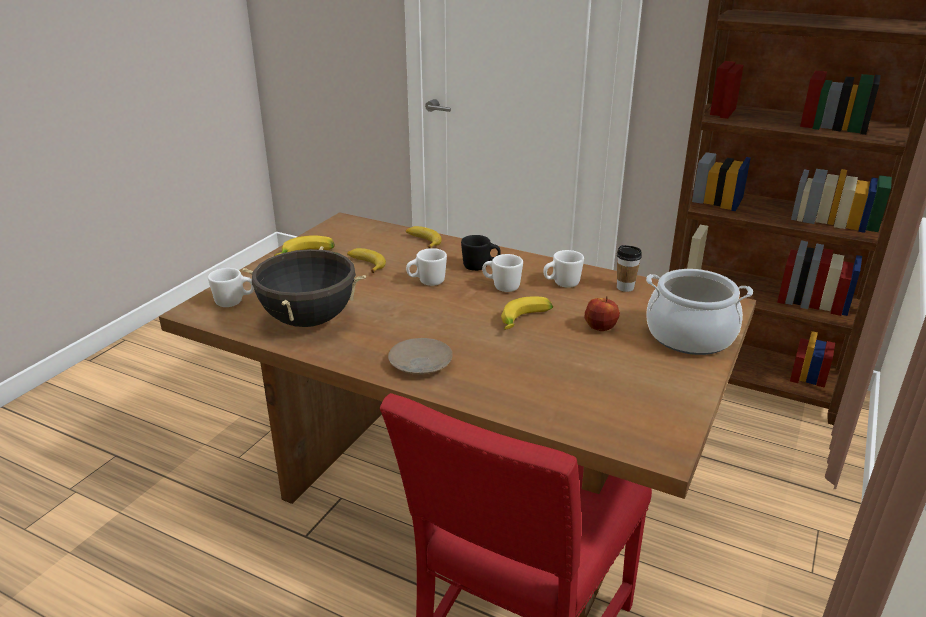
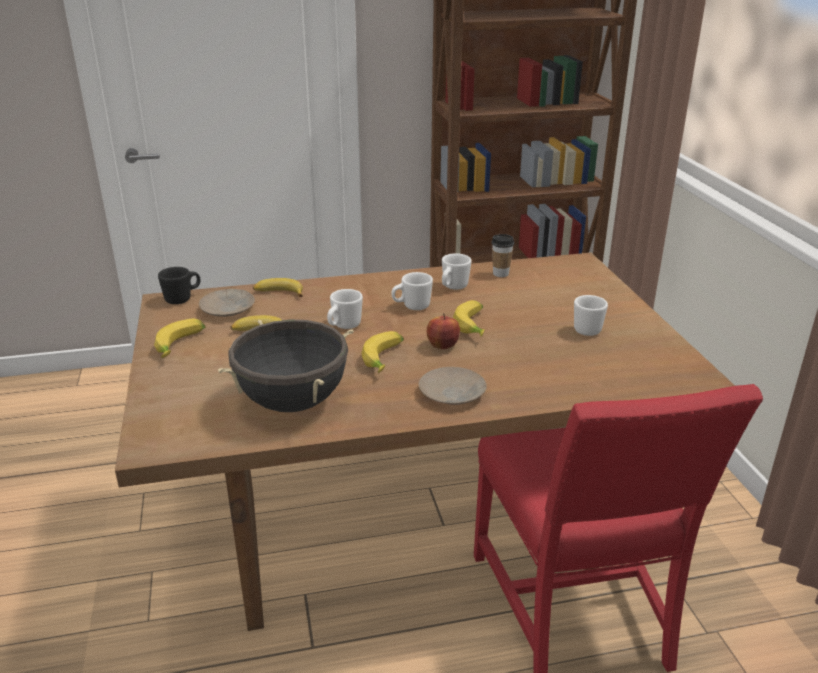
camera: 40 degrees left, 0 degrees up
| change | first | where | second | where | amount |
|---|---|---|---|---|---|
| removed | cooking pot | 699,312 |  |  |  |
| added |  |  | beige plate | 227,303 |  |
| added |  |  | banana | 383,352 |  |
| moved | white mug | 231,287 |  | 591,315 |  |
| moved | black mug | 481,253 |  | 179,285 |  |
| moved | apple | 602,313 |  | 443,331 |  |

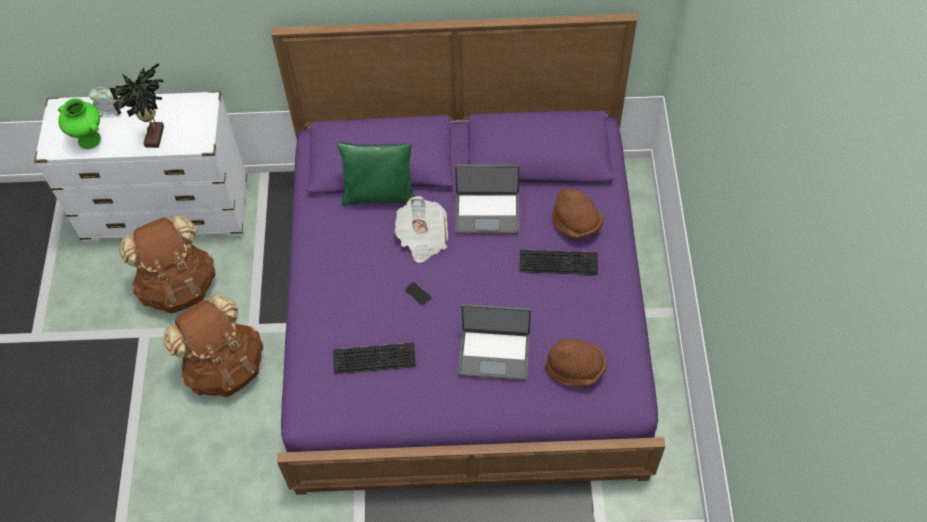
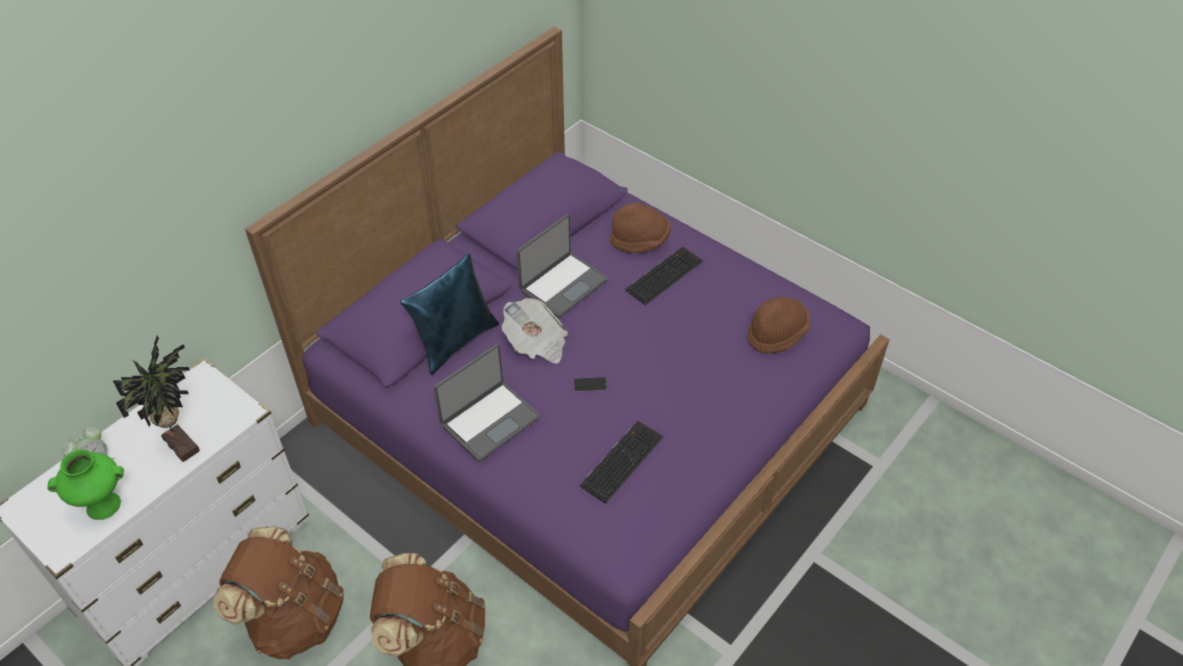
camera: 50 degrees left, 10 degrees down
| change | first | where | second | where | amount |
|---|---|---|---|---|---|
| moved | laptop | 494,342 |  | 487,403 |  |
| recoloured | green pillow | 375,174 | blue pillow | 449,314 |  |

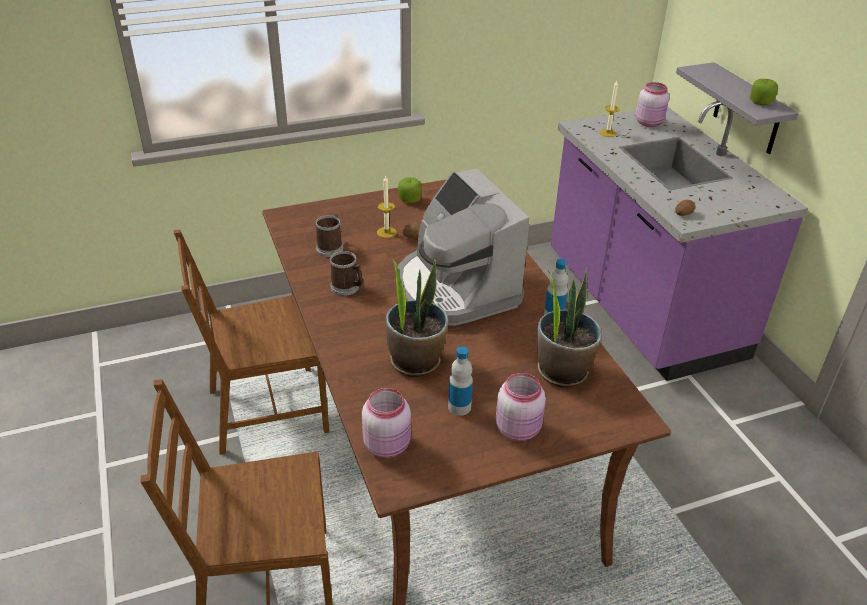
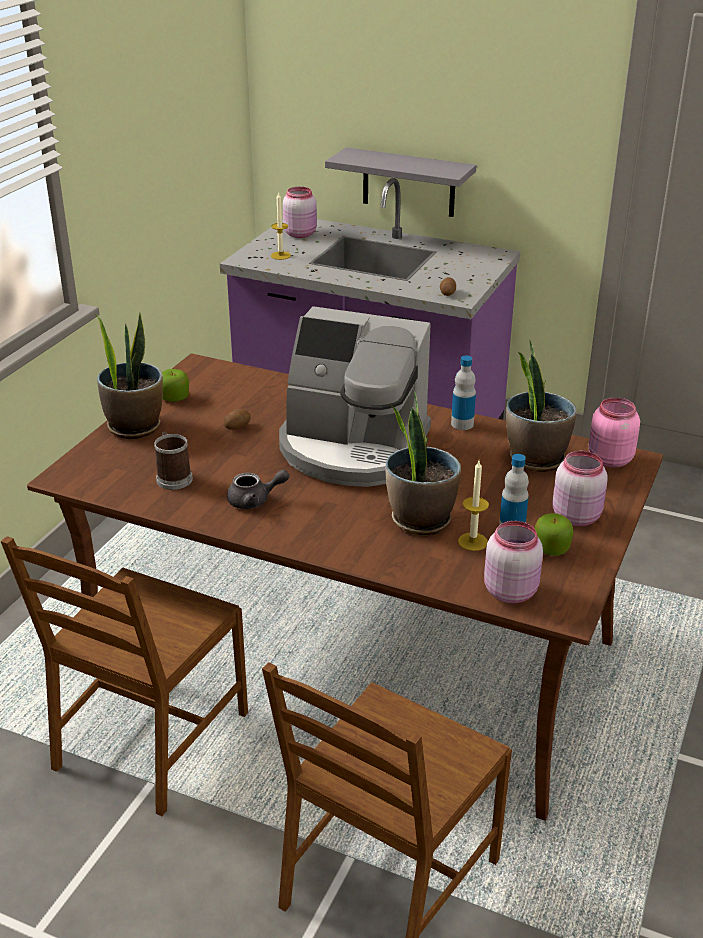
camera: 45 degrees left, 5 degrees down
| change | first | where | second | where | amount |
|---|---|---|---|---|---|
| added |  |  | potted plant | 129,375 |  |
| added |  |  | pink jar | 614,432 |  |
| moved | candle | 387,206 |  | 473,506 |  |
| moved | apple | 764,92 |  | 554,534 |  |
| replaced | mug | 346,273 | grey teapot | 258,489 |  |

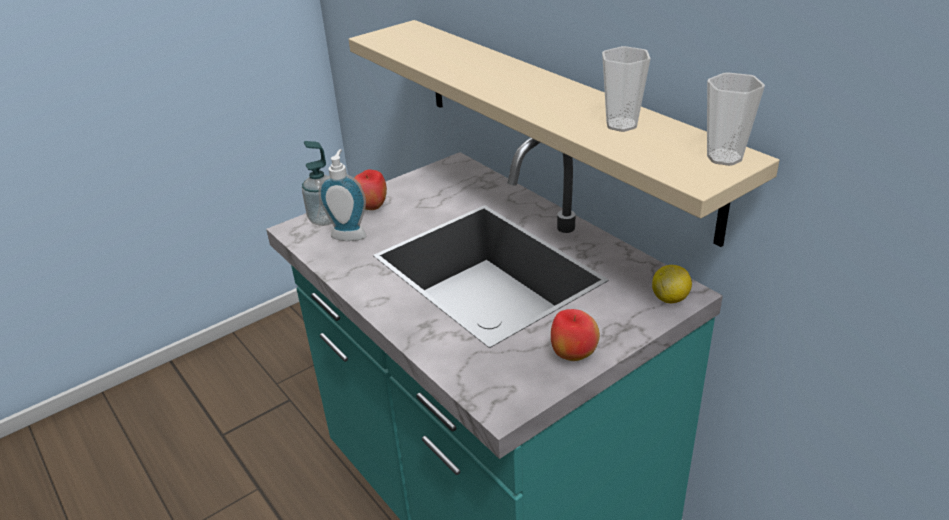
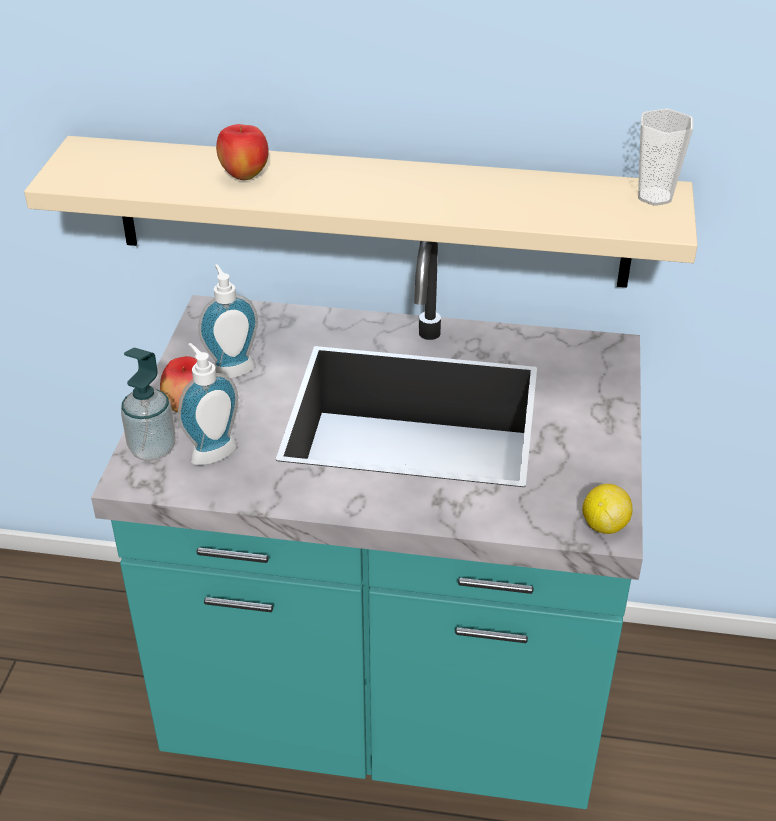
camera: 45 degrees left, 5 degrees up
| change | first | where | second | where | amount |
|---|---|---|---|---|---|
| removed | cup | 626,89 |  |  |  |
| added |  |  | soap dispenser | 228,321 |  |
| moved | apple | 575,335 |  | 242,152 |  |
| moved | lemon | 672,284 |  | 607,509 |  |

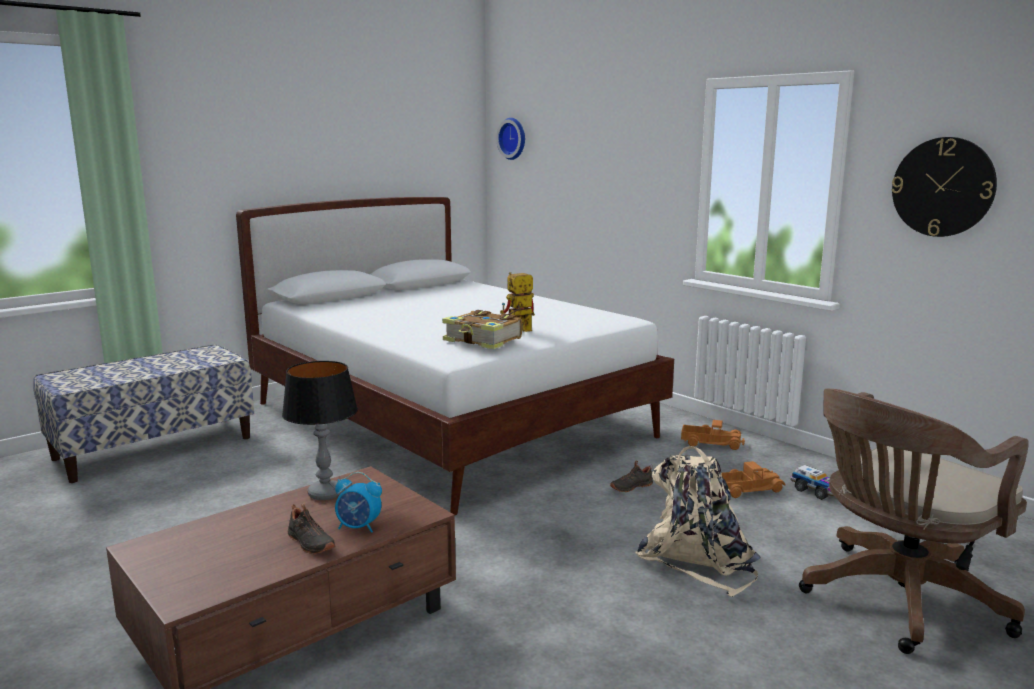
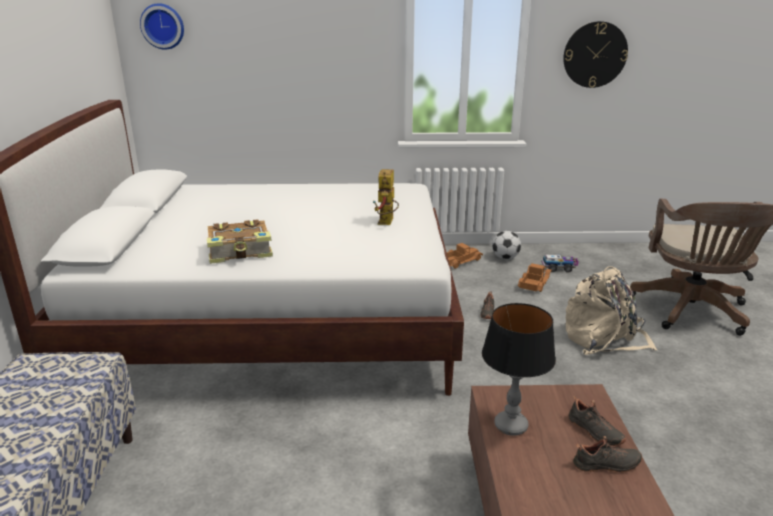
camera: 50 degrees left, 10 degrees up
| change | first | where | second | where | amount |
|---|---|---|---|---|---|
| added |  |  | football | 506,245 |  |
| moved | book | 482,329 |  | 240,241 |  |
| replaced | alarm clock | 358,502 | black shoe | 597,421 |  |

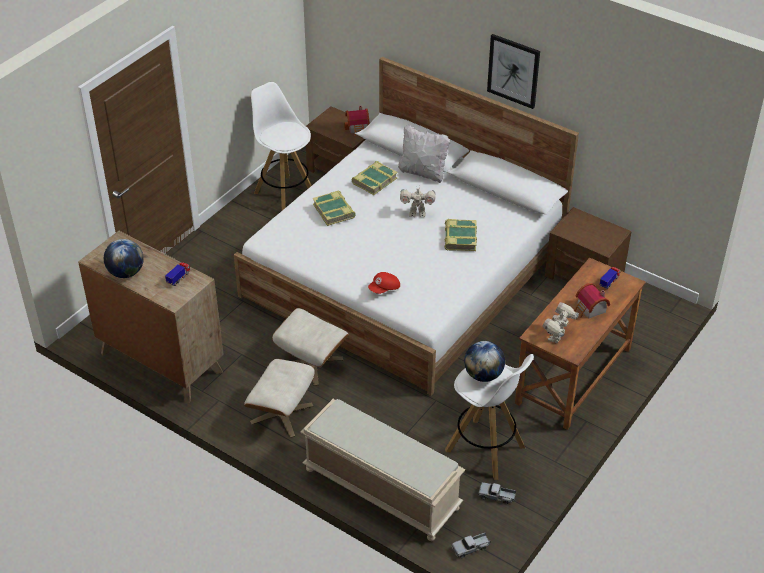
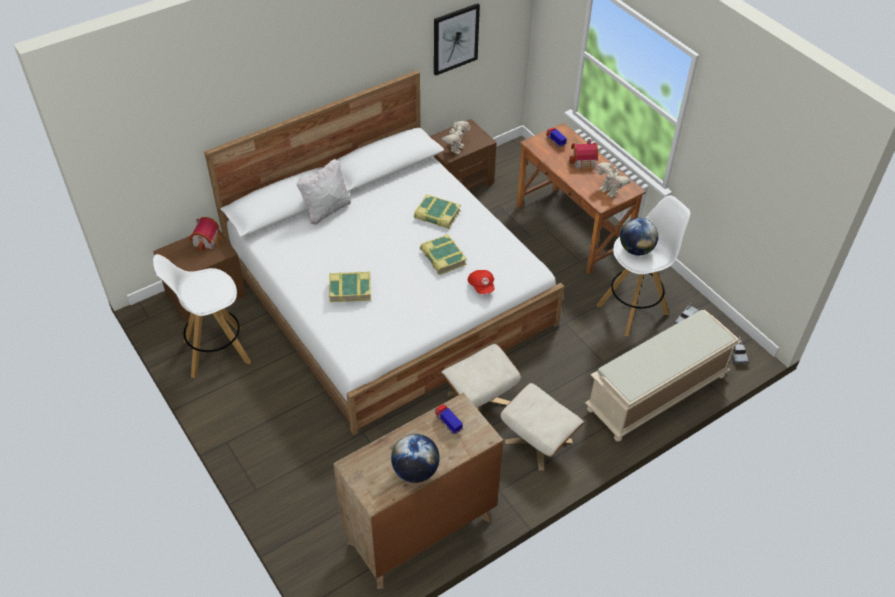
camera: 70 degrees left, 5 degrees up
| change | first | where | second | where | amount |
|---|---|---|---|---|---|
| moved | book | 375,178 |  | 443,254 |  |
| moved | toy robot | 418,201 |  | 456,137 |  |
| moved | picture | 513,71 |  | 457,39 |  |

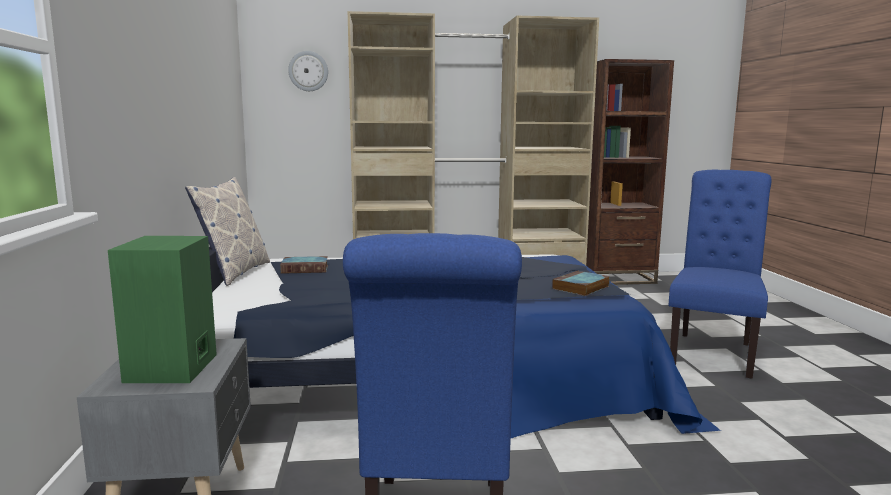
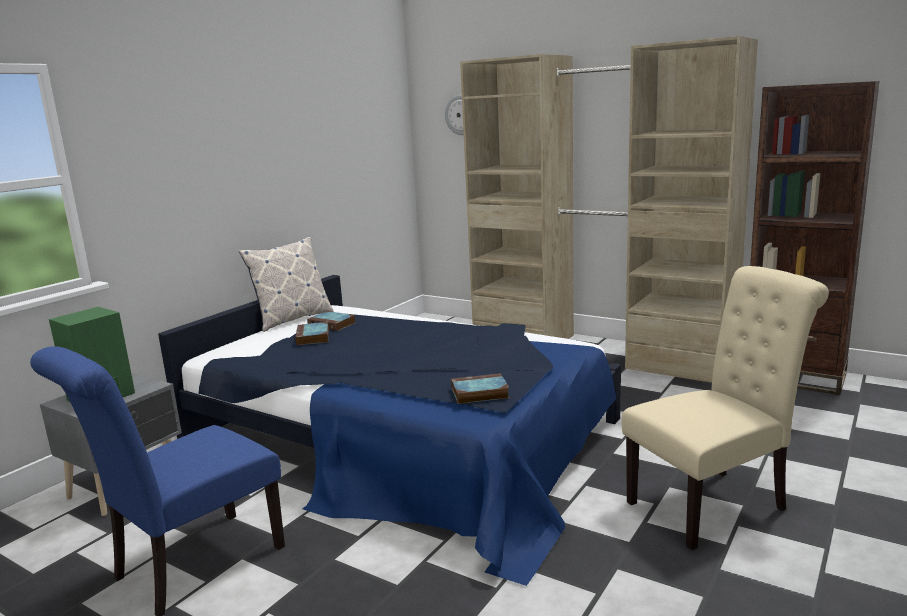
camera: 40 degrees right, 5 degrees up
| change | first | where | second | where | amount |
|---|---|---|---|---|---|
| added |  |  | book | 312,333 |  |
| recoloured | blue chair | 720,274 | beige chair | 725,408 |  |

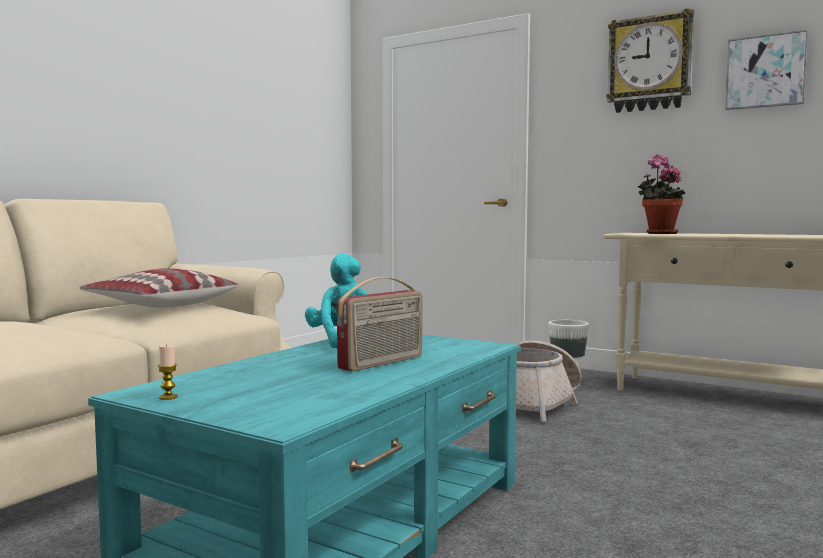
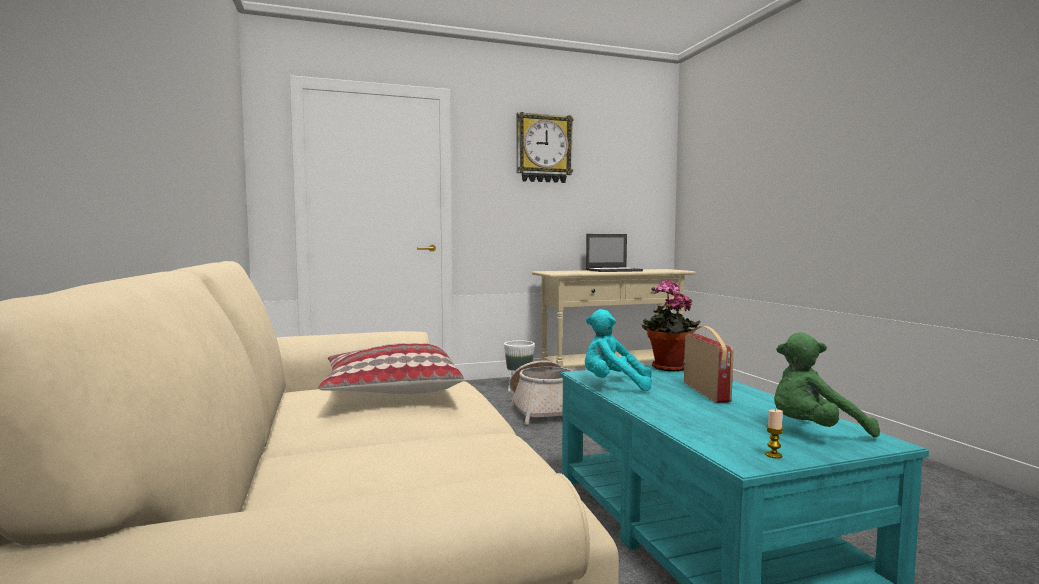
camera: 50 degrees left, 0 degrees up
| change | first | where | second | where | amount |
|---|---|---|---|---|---|
| removed | picture | 766,70 |  |  |  |
| added |  |  | laptop | 614,253 |  |
| added |  |  | green plush toy | 827,385 |  |
| moved | potted plant | 661,194 |  | 671,325 |  |

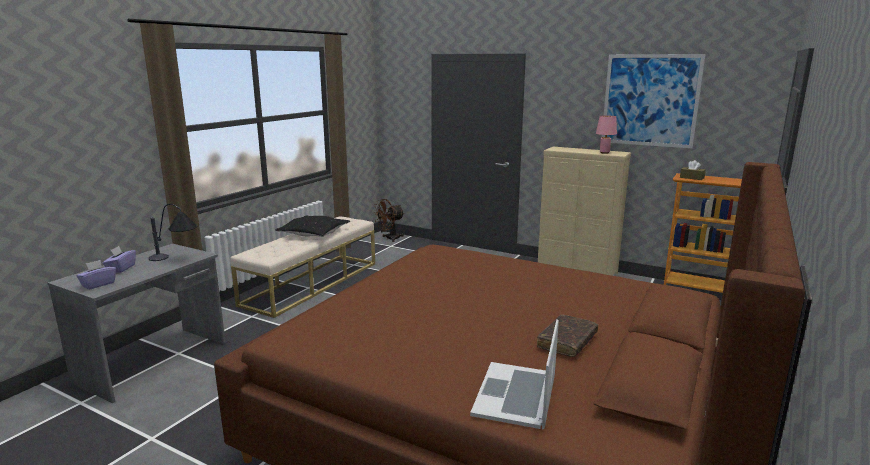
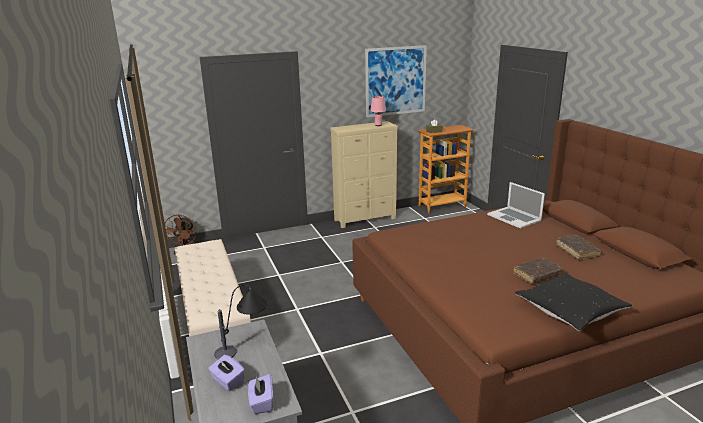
camera: 50 degrees left, 5 degrees up
| change | first | where | second | where | amount |
|---|---|---|---|---|---|
| added |  |  | brown book | 538,271 |  |
| moved | black pillow | 312,226 |  | 573,302 |  |
| moved | laptop | 514,374 |  | 516,205 |  |

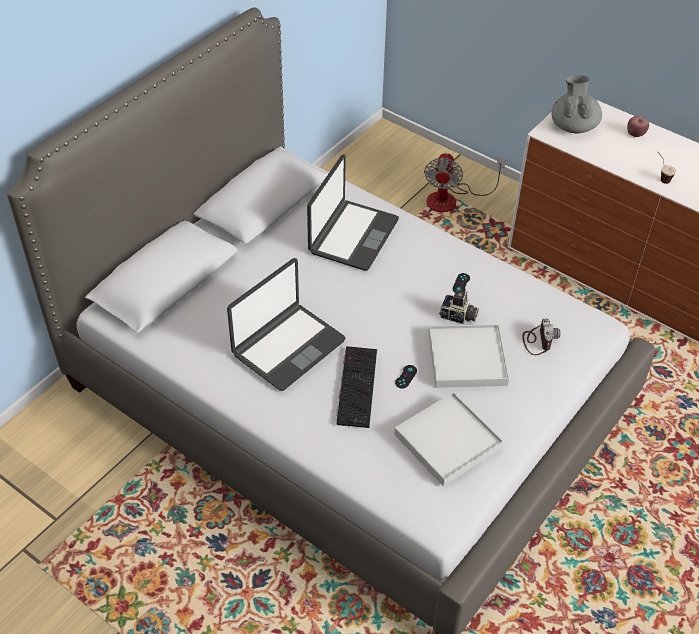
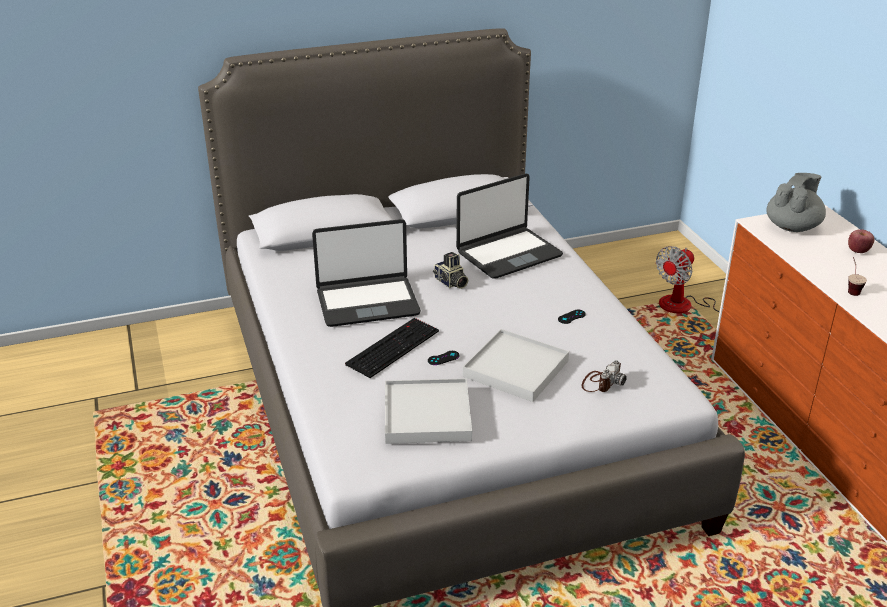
camera: 35 degrees right, 15 degrees down
| change | first | where | second | where | amount |
|---|---|---|---|---|---|
| moved | photo camera | 459,307 |  | 450,270 |  |

